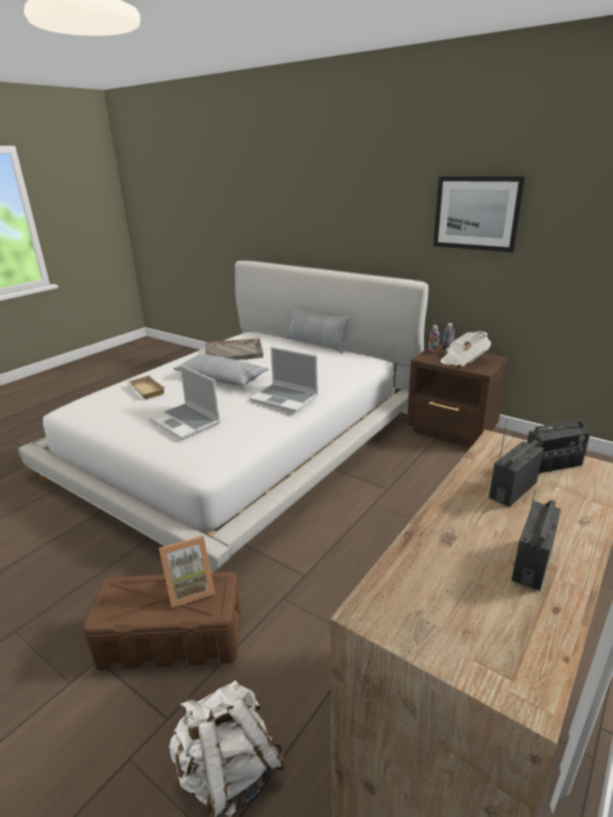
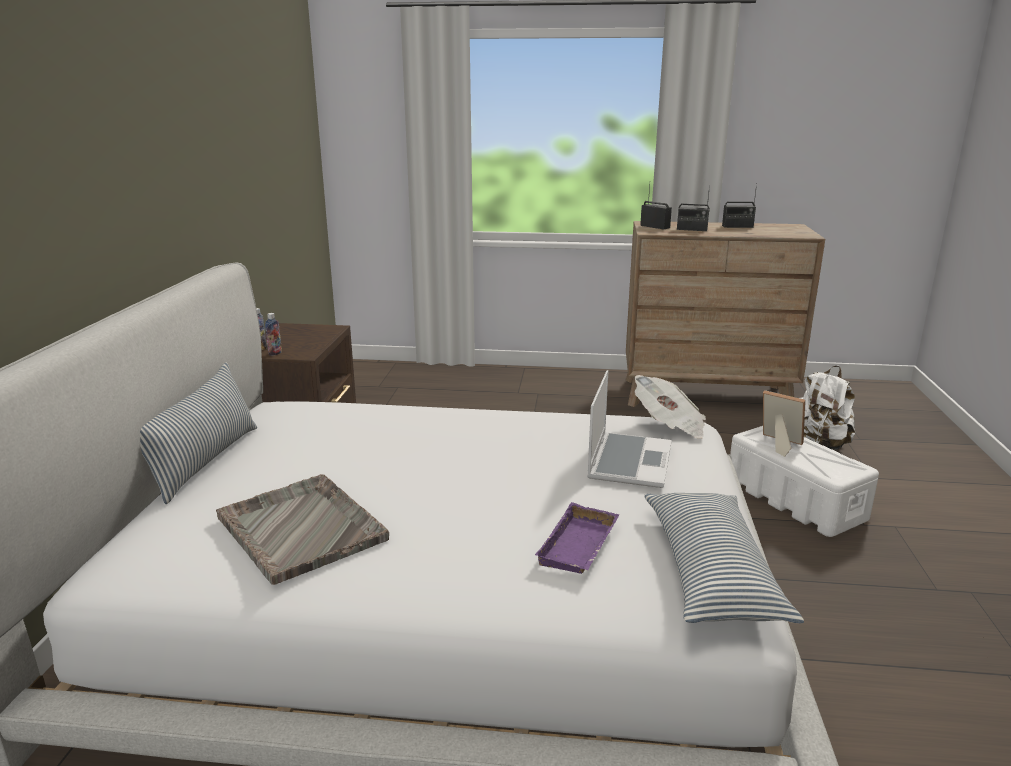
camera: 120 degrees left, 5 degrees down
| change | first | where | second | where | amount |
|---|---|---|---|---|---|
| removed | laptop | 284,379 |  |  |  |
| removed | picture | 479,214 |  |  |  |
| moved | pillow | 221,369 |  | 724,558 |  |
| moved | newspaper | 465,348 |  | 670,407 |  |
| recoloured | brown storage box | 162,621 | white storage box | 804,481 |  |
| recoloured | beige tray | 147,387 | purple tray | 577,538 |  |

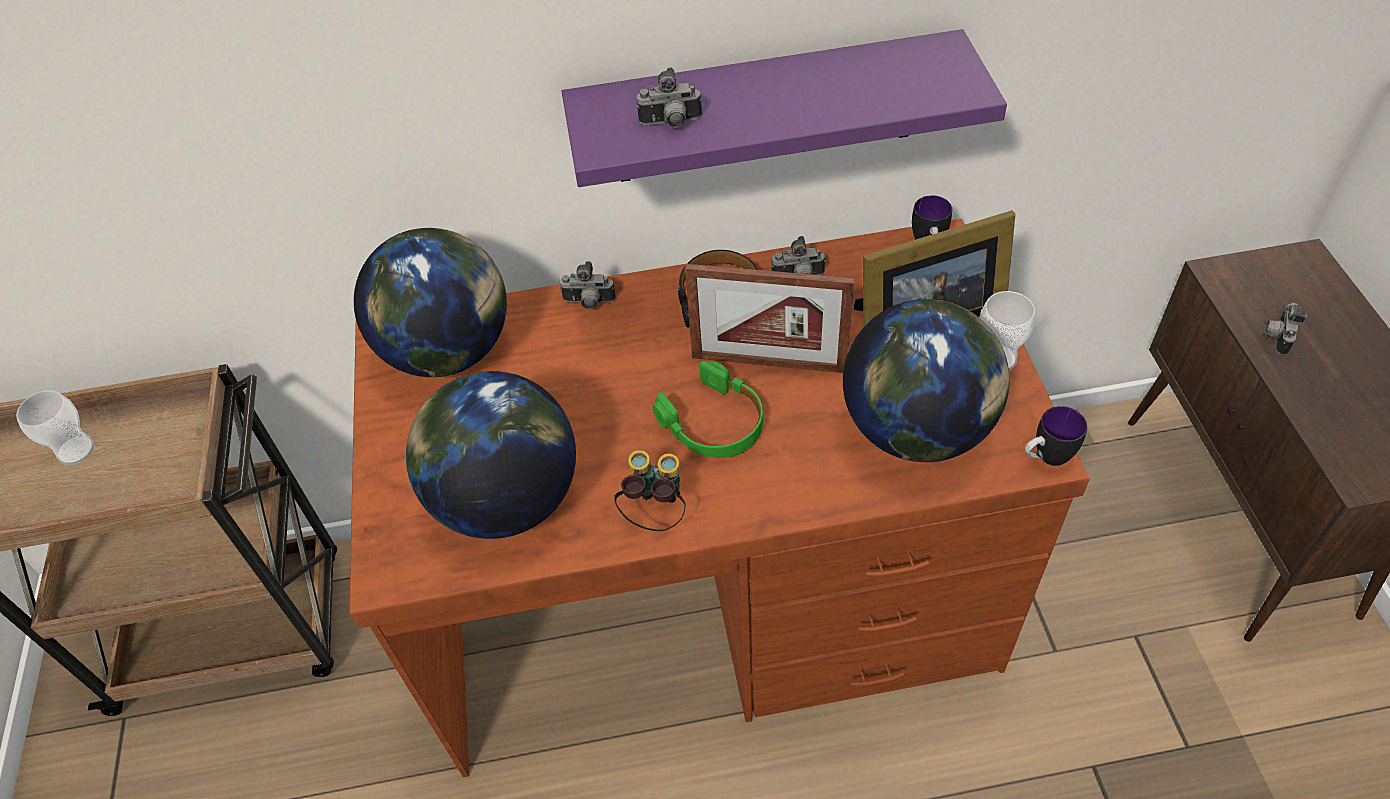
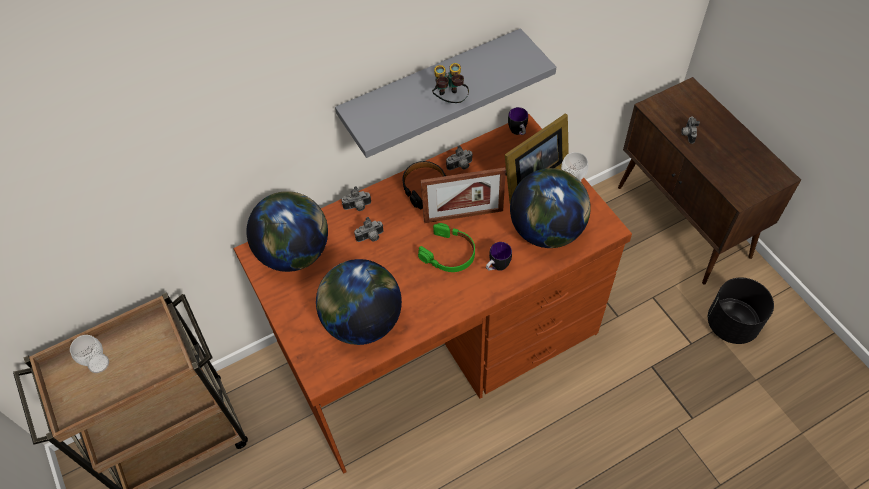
camera: 20 degrees left, 5 degrees up
| change | first | where | second | where | amount |
|---|---|---|---|---|---|
| added |  |  | black planter | 741,310 |  |
| moved | binoculars | 650,490 |  | 450,83 |  |
| moved | photo camera | 669,98 |  | 368,229 |  |
| moved | mug | 1056,436 |  | 499,256 |  |
| recoloured | purple shelf | 784,108 | grey shelf | 445,93 |  |

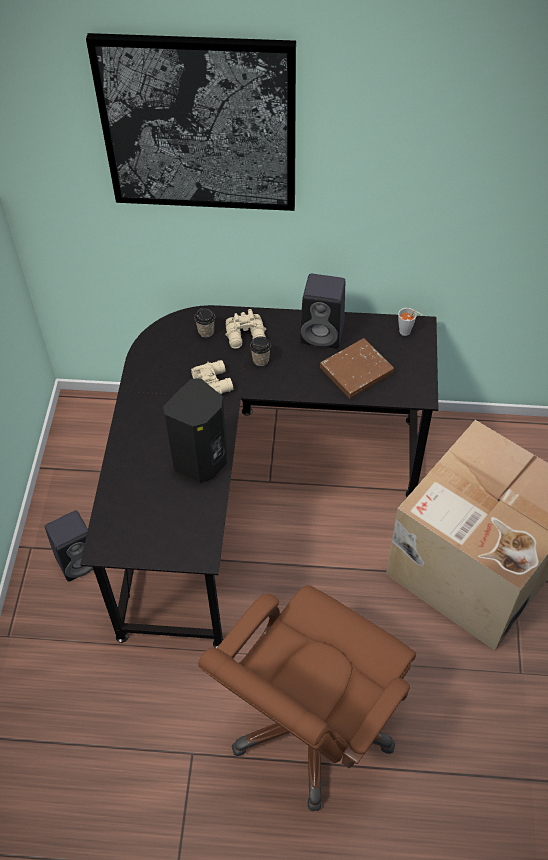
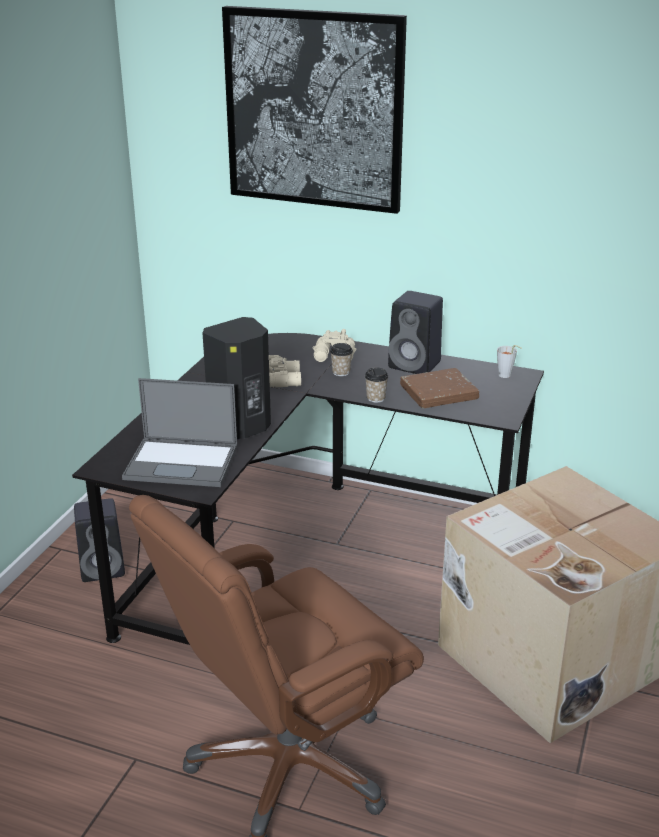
camera: 15 degrees right, 25 degrees down
| change | first | where | second | where | amount |
|---|---|---|---|---|---|
| added |  |  | laptop | 179,432 |  |
| moved | cup | 204,323 |  | 376,385 |  |

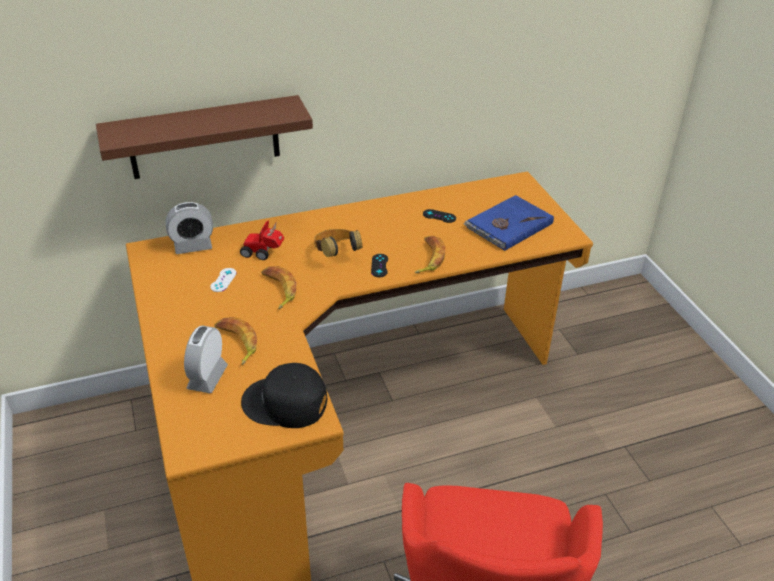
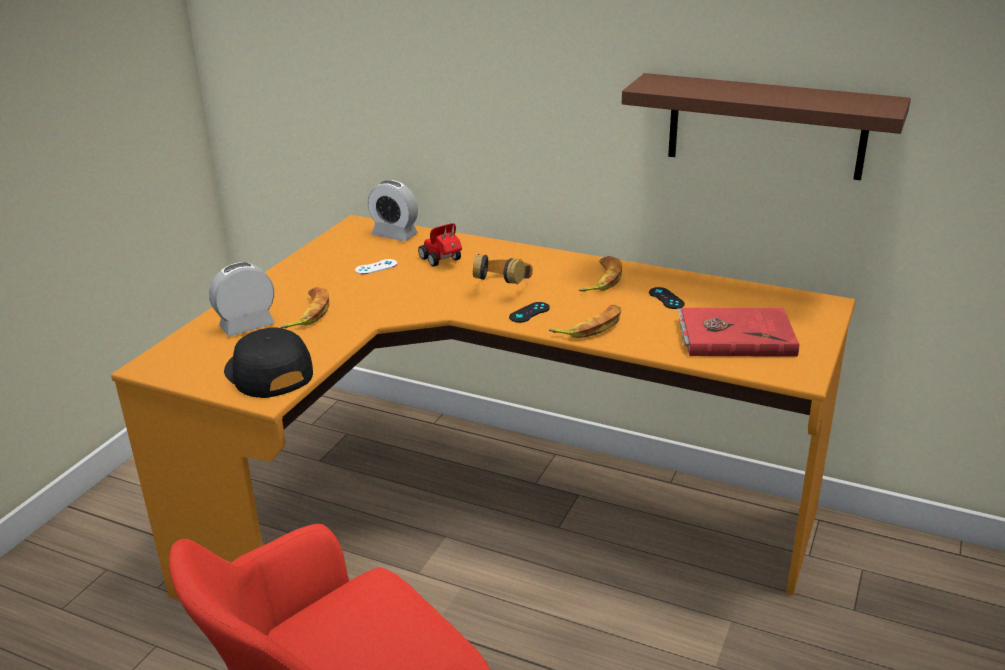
camera: 45 degrees right, 10 degrees down
| change | first | where | second | where | amount |
|---|---|---|---|---|---|
| moved | brown shelf | 204,137 |  | 766,126 |  |
| moved | banana | 278,287 |  | 600,274 |  |
| recoloured | blue book | 508,223 | red book | 738,332 |  |

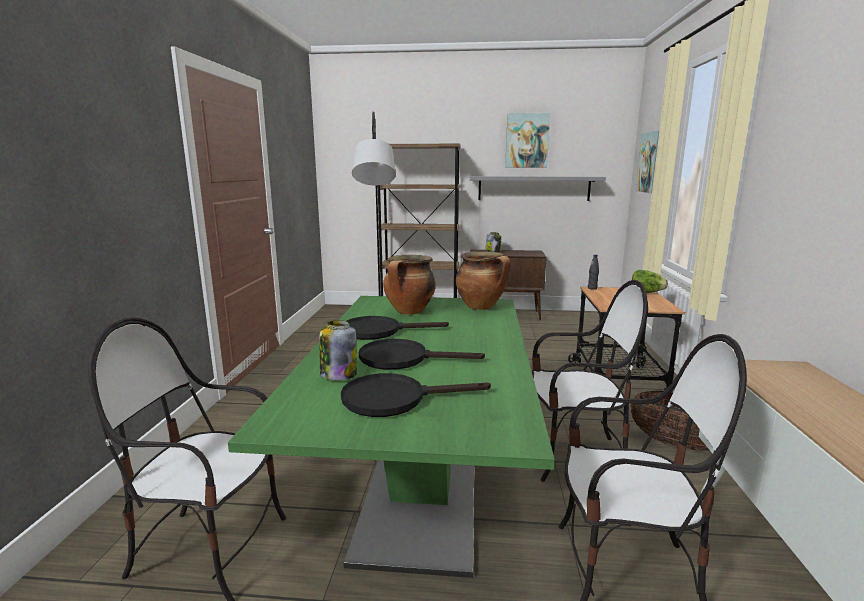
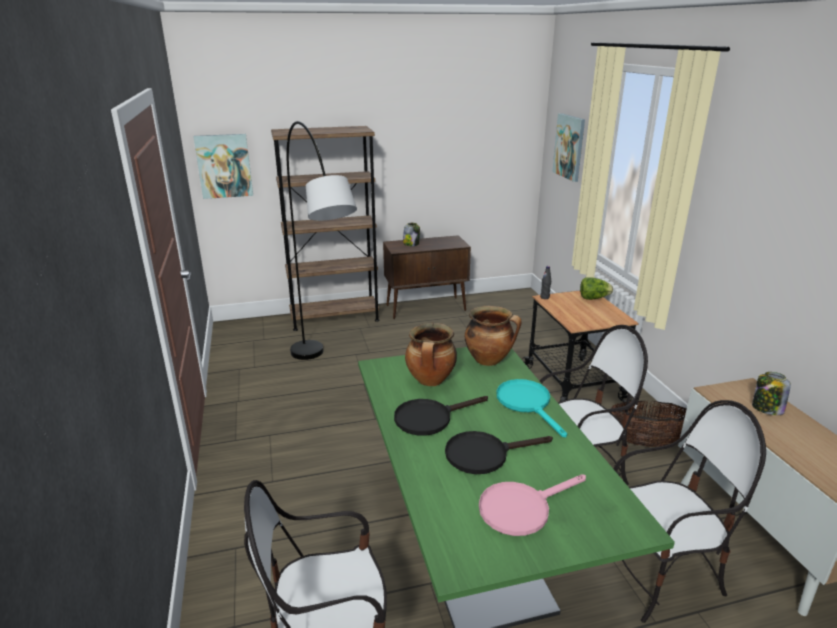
camera: 20 degrees left, 10 degrees up
| change | first | where | second | where | amount |
|---|---|---|---|---|---|
| removed | grey shelf | 538,188 |  |  |  |
| added |  |  | turquoise frying pan | 531,408 |  |
| moved | jar | 338,350 |  | 771,393 |  |
| moved | picture | 527,140 |  | 223,166 |  |
| recoloured | black frying pan | 416,395 | pink frying pan | 532,505 |  |

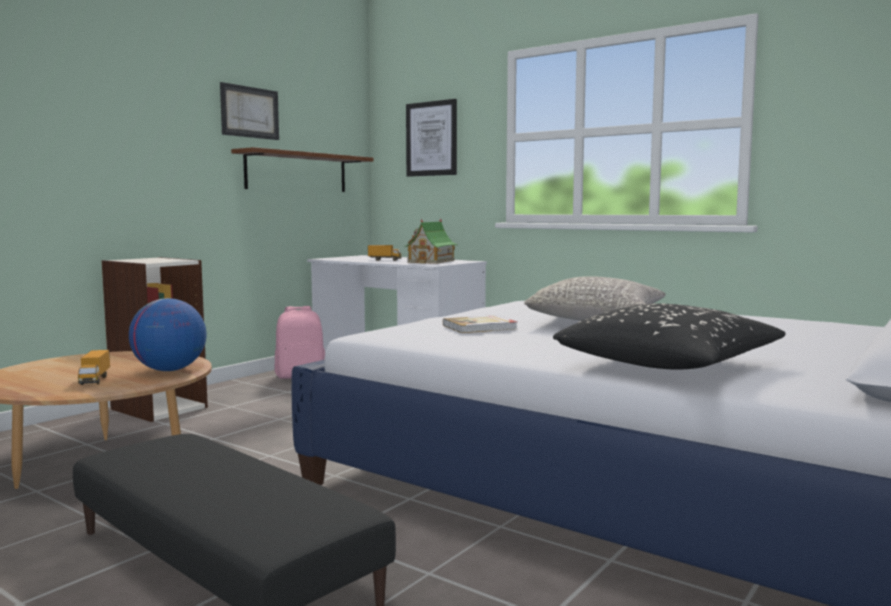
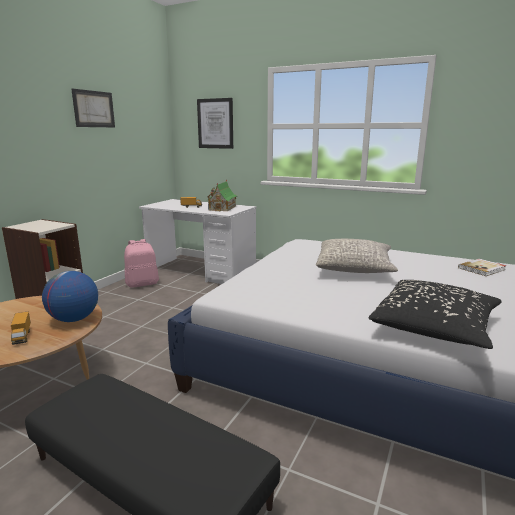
camera: 10 degrees left, 10 degrees up
| change | first | where | second | where | amount |
|---|---|---|---|---|---|
| removed | brown shelf | 302,169 |  |  |  |
| moved | book | 480,324 |  | 482,267 |  |

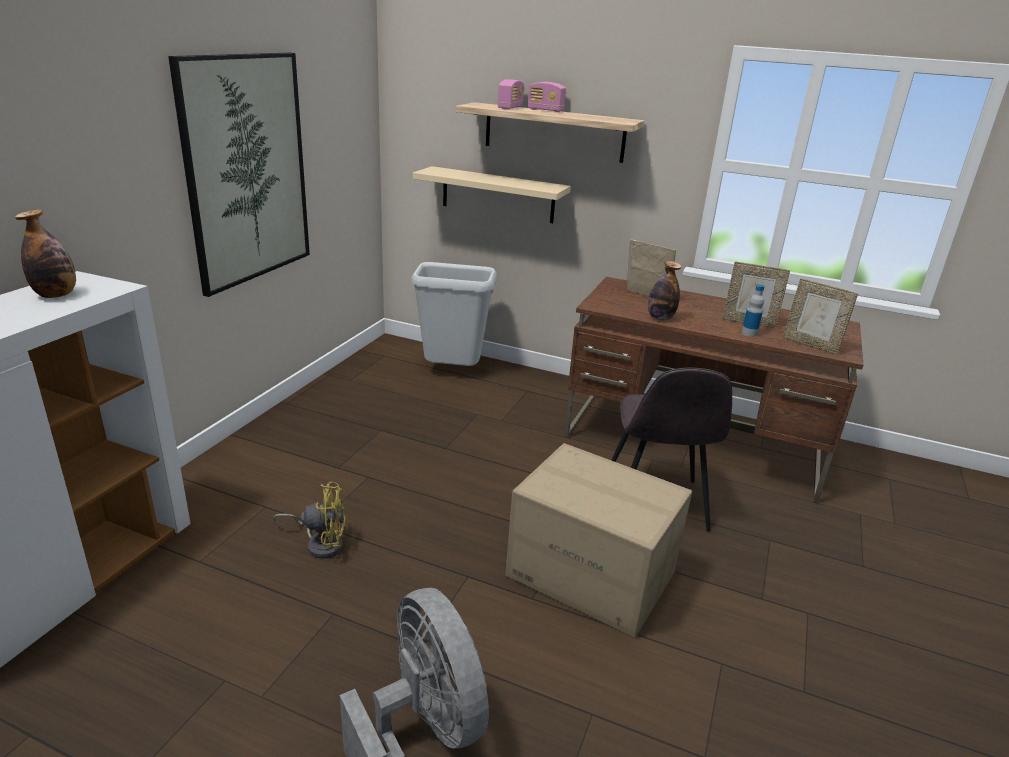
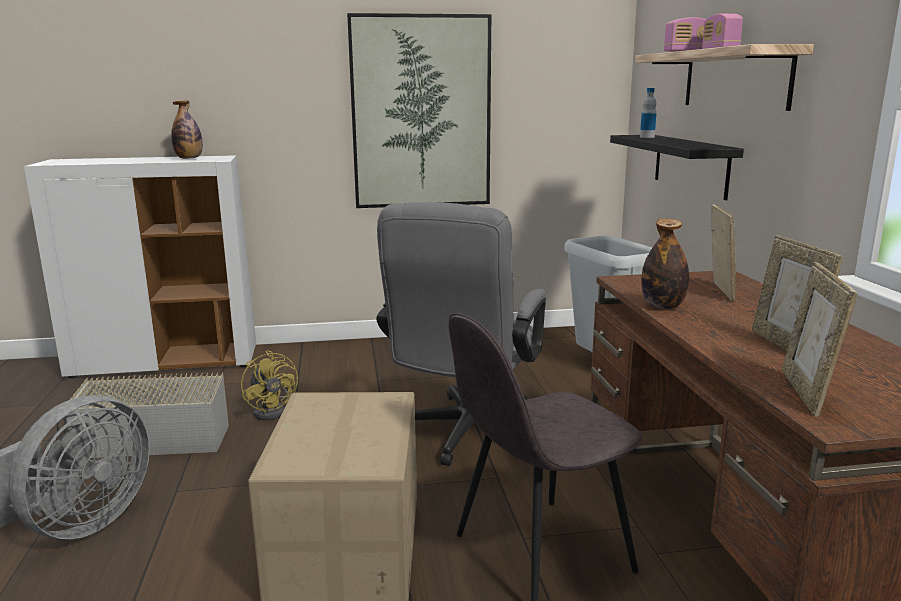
camera: 60 degrees right, 10 degrees down
| change | first | where | second | where | amount |
|---|---|---|---|---|---|
| added |  |  | grey storage box | 147,415 |  |
| added |  |  | grey office chair | 461,334 |  |
| moved | bottle | 753,310 |  | 648,113 |  |
| recoloured | beige shelf | 492,194 | black shelf | 677,167 |  |

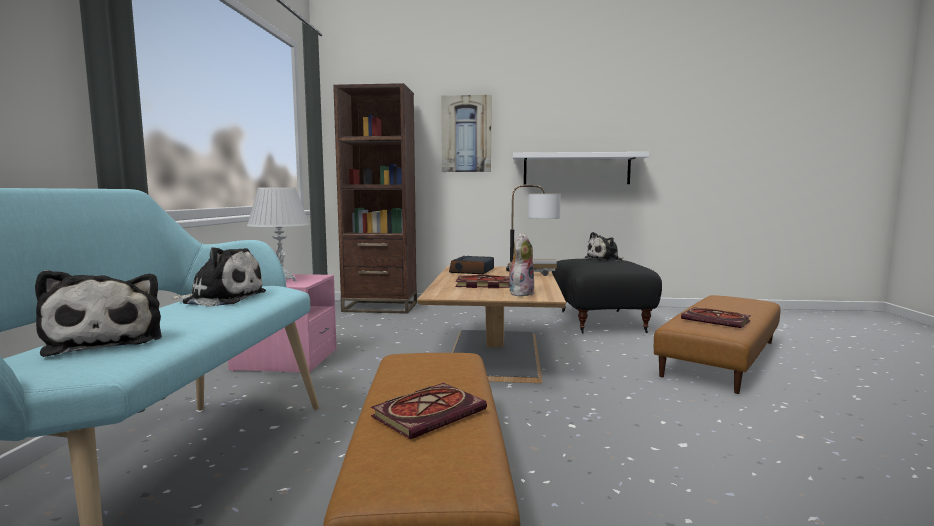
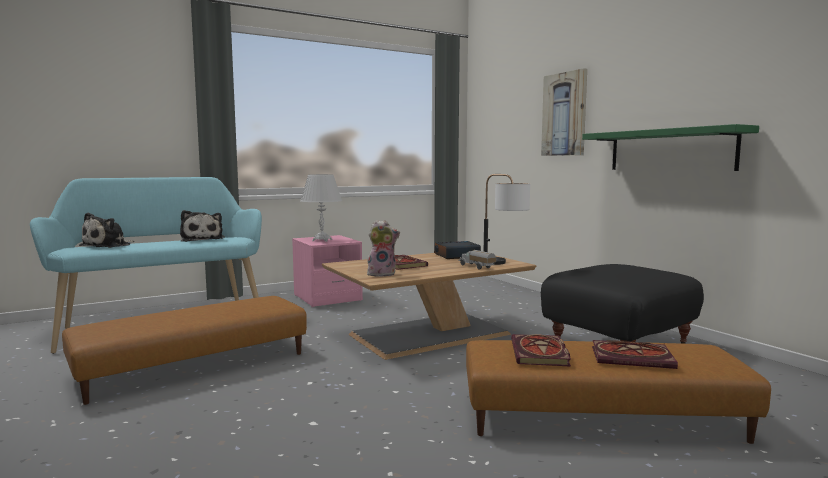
camera: 55 degrees right, 0 degrees up
| change | first | where | second | where | amount |
|---|---|---|---|---|---|
| removed | brown bookcase | 375,198 |  |  |  |
| removed | plush toy | 604,246 |  |  |  |
| moved | book | 429,411 |  | 635,354 |  |
| recoloured | white shelf | 581,168 | green shelf | 670,147 |  |

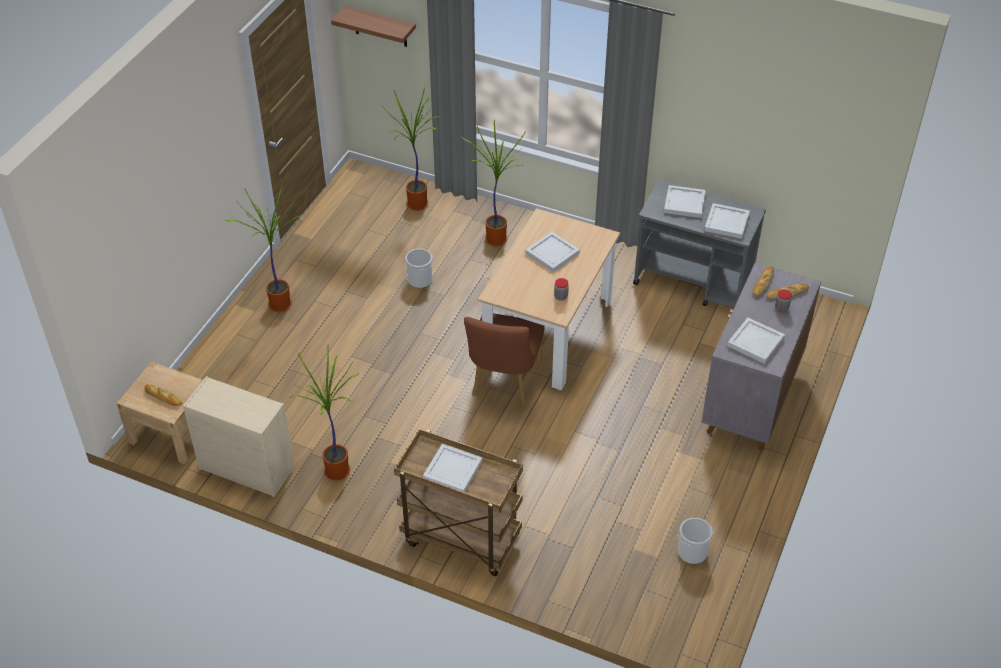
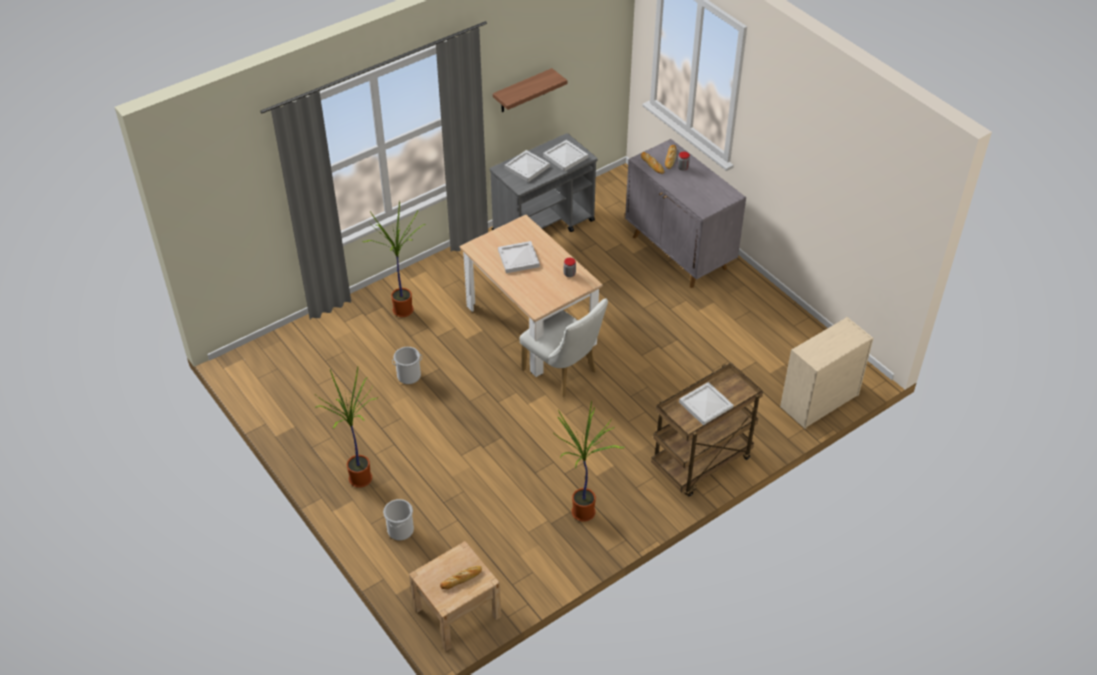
camera: 60 degrees left, 0 degrees up
| change | first | where | second | where | amount |
|---|---|---|---|---|---|
| removed | potted plant | 410,149 |  |  |  |
| removed | white tray | 756,341 |  |  |  |
| moved | beige dresser | 239,436 |  | 826,373 |  |
| moved | shelf | 373,26 |  | 530,90 |  |
| moved | bucket | 696,541 |  | 398,520 |  |
| recoloured | brown chair | 504,359 | white chair | 564,347 |  |

